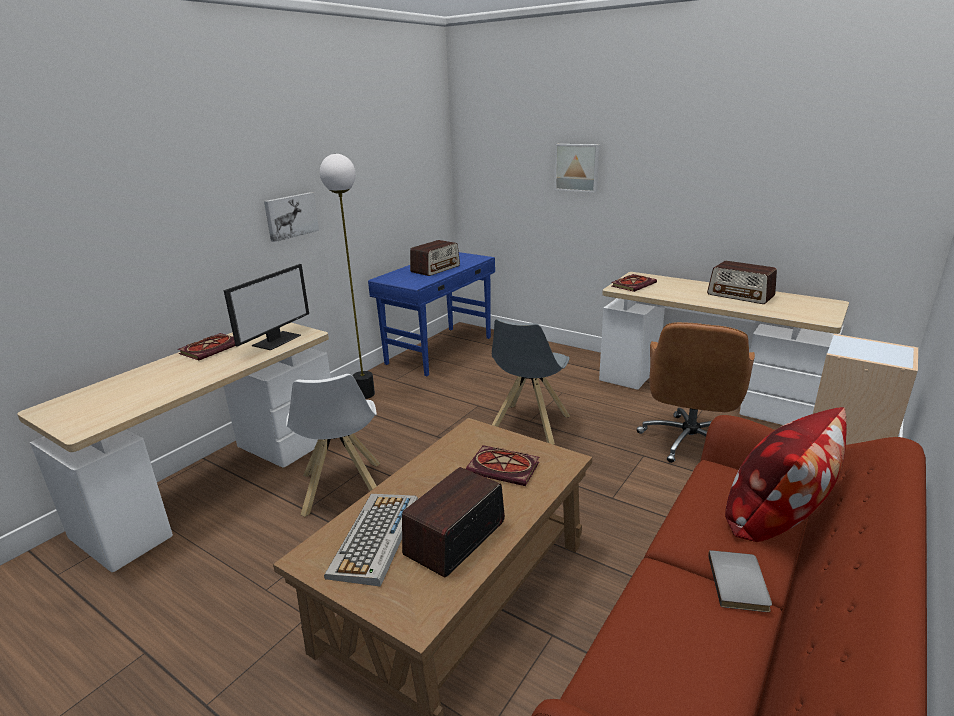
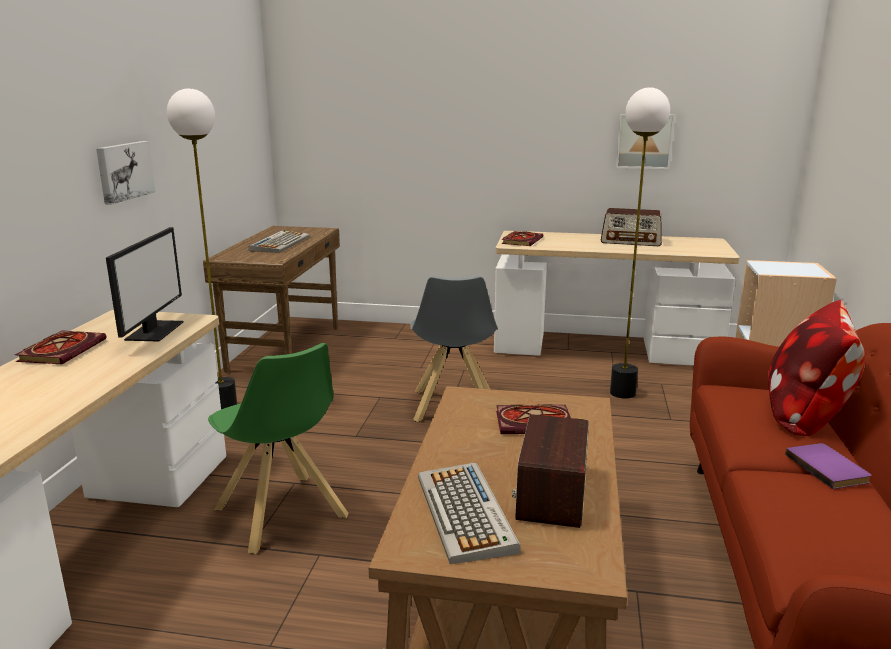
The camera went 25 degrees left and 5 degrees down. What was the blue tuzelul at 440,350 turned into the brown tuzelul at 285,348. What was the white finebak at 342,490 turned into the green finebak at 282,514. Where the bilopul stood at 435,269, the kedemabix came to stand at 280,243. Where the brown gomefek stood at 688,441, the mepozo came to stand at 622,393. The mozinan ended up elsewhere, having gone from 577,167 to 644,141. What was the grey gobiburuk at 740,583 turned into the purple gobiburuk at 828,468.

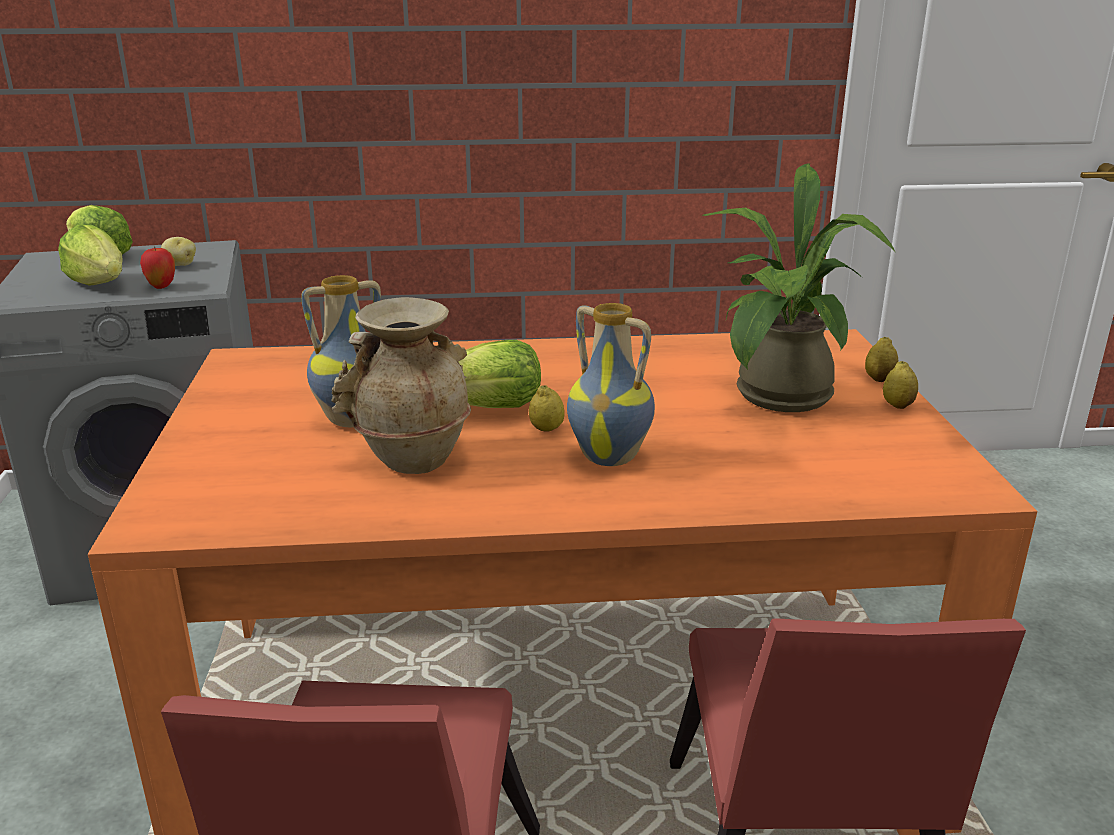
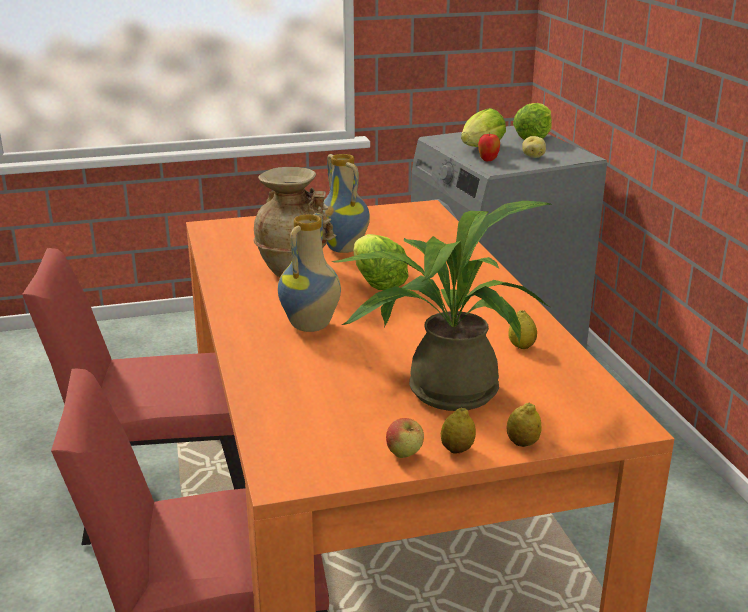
The camera went 80 degrees right and 0 degrees up. The second view gained the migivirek at 404,455. The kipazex ended up elsewhere, having gone from 546,429 to 521,346.

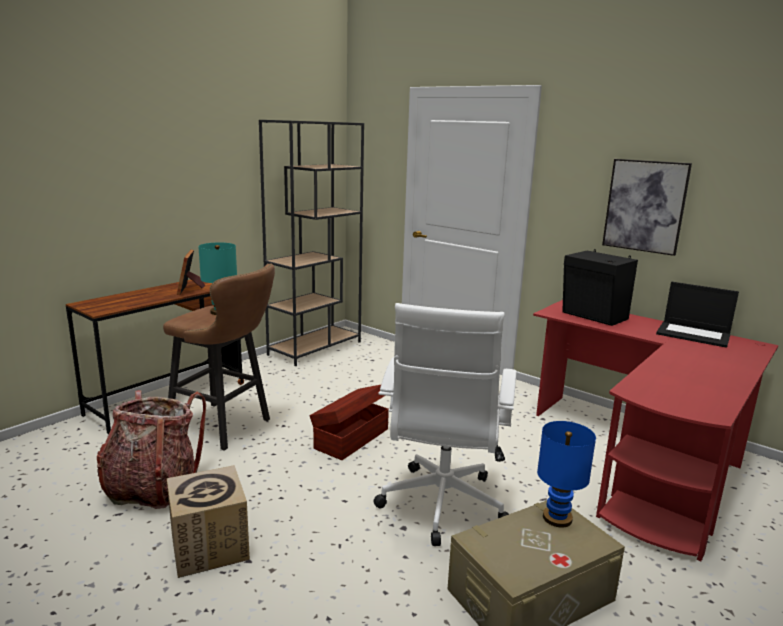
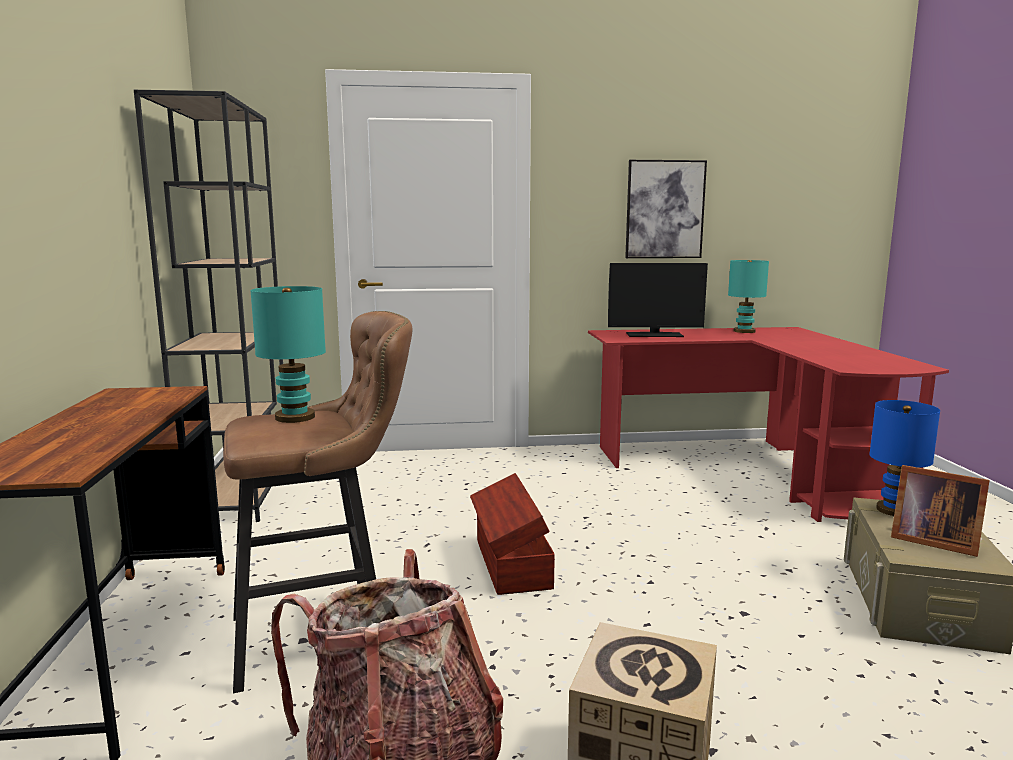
The camera went 45 degrees left and 5 degrees down. Where the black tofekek stood at 594,316, the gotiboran came to stand at 654,335. Where the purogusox stood at 694,334, the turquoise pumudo came to stand at 744,331. The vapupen ended up elsewhere, having gone from 190,289 to 930,540. The second view lost the white gomefek at 441,508.

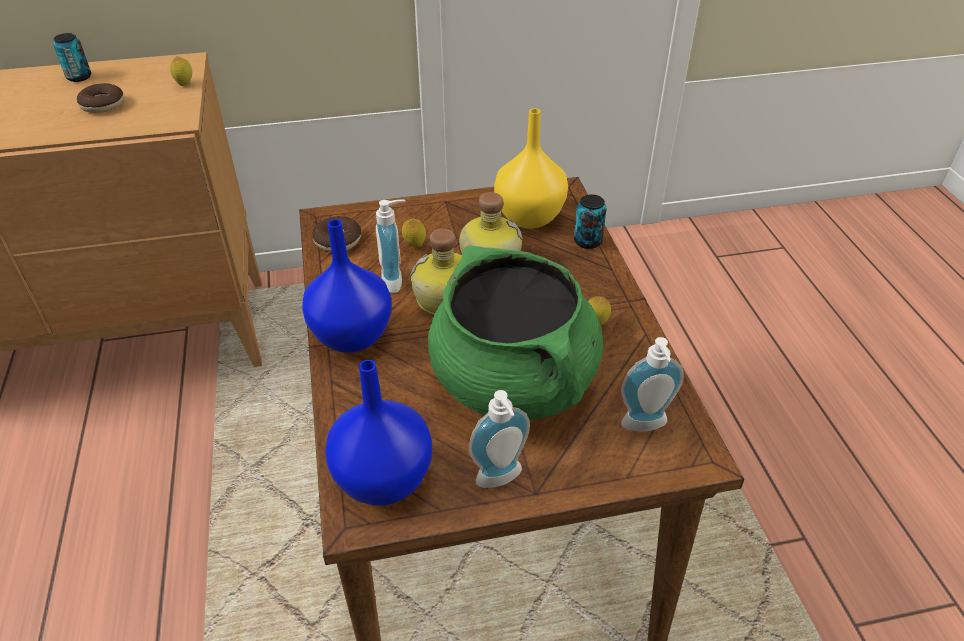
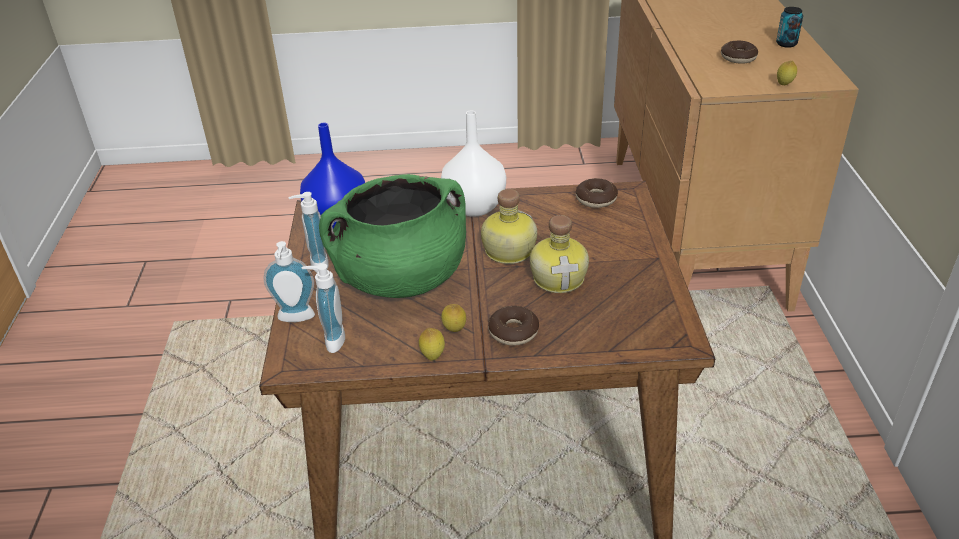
The camera went 100 degrees right and 5 degrees down. The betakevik ended up elsewhere, having gone from 396,280 to 296,319. The kipazex ended up elsewhere, having gone from 414,246 to 433,356. What was the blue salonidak at 353,337 turned into the white salonidak at 473,207. The second view gained the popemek at 513,332. The second view lost the yellow salonidak at 530,218. The second view lost the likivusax at 587,241.

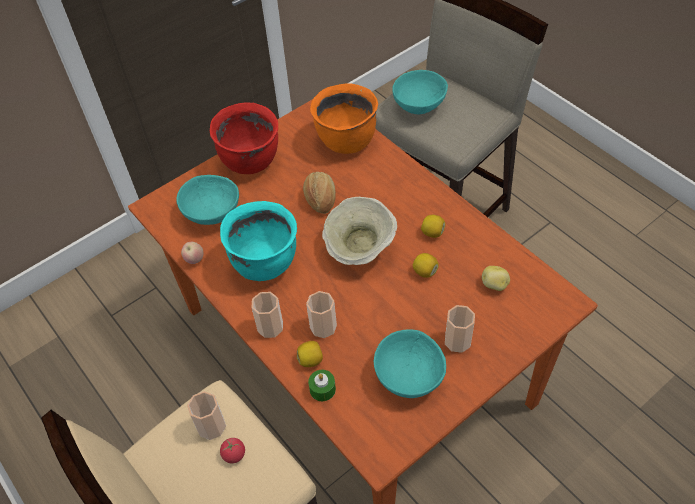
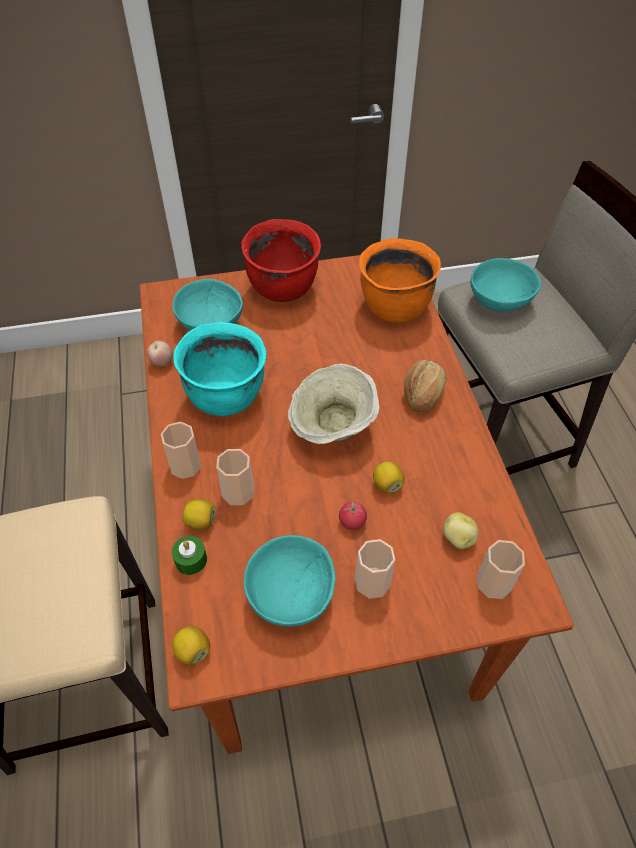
The camera went 25 degrees right and 0 degrees up. The kipazex ended up elsewhere, having gone from 432,233 to 193,651. The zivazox ended up elsewhere, having gone from 234,454 to 352,521. The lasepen ended up elsewhere, having gone from 320,198 to 422,393. The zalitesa ended up elsewhere, having gone from 211,426 to 493,583.

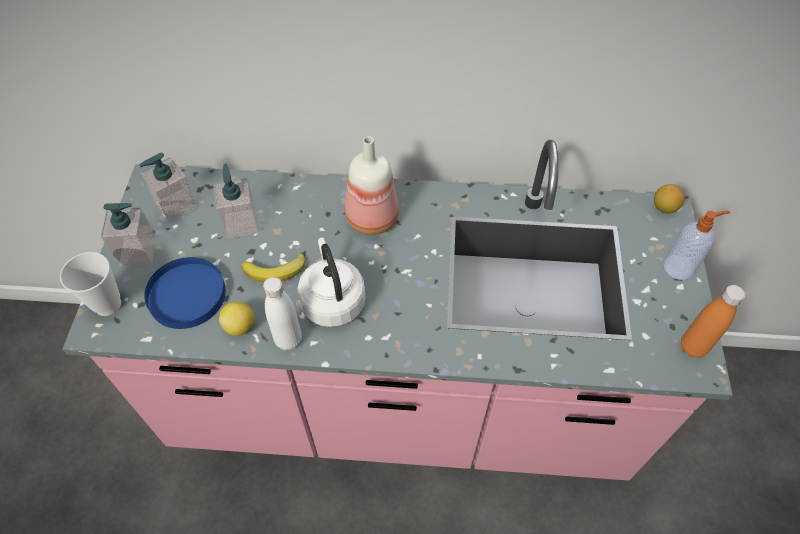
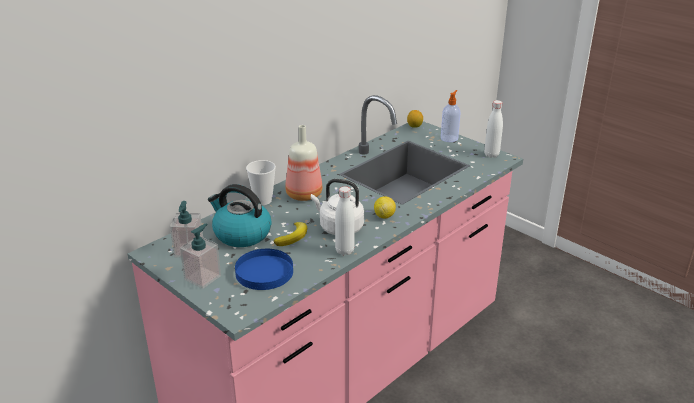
The camera went 50 degrees left and 25 degrees down. Where the betakevik stood at 241,223, the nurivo came to stand at 241,234. The zalitesa ended up elsewhere, having gone from 107,304 to 263,200. The kipazex ended up elsewhere, having gone from 240,326 to 384,216. What was the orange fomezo at 692,347 turned into the white fomezo at 491,155.

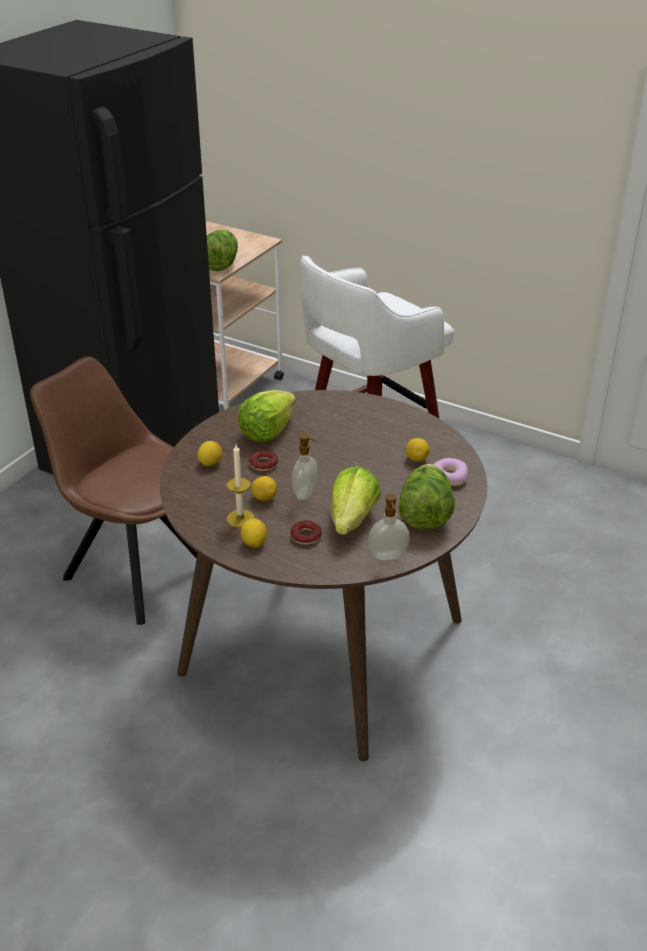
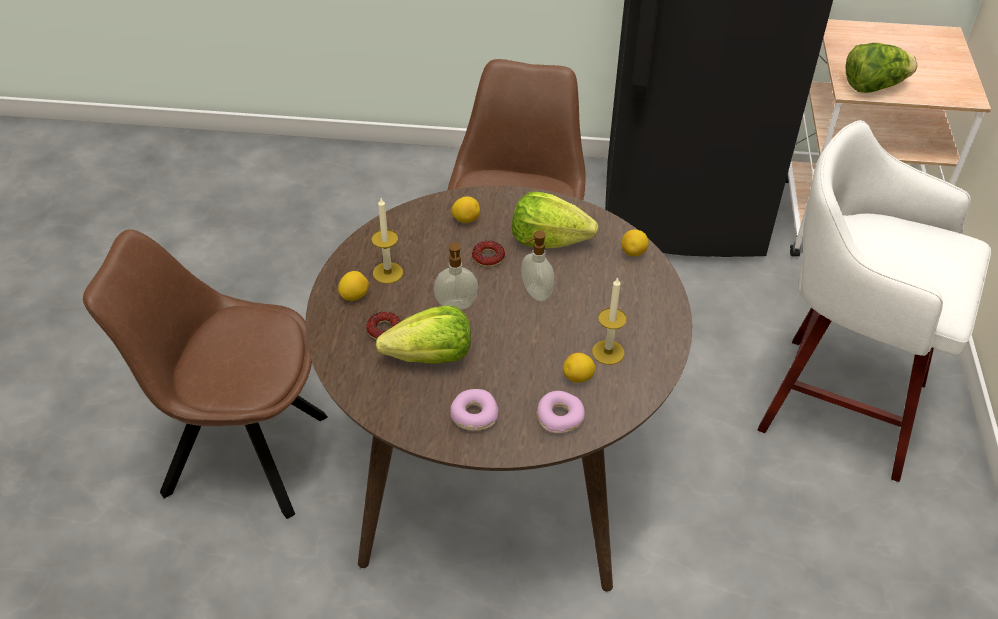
The camera went 65 degrees right and 10 degrees up. The second view gained the brown finebak at 244,455. Where the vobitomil stood at 424,515, the popemek came to stand at 473,415. The betakevik ended up elsewhere, having gone from 388,557 to 535,293. The second view gained the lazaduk at 608,352. The kipazex ended up elsewhere, having gone from 264,498 to 633,252.

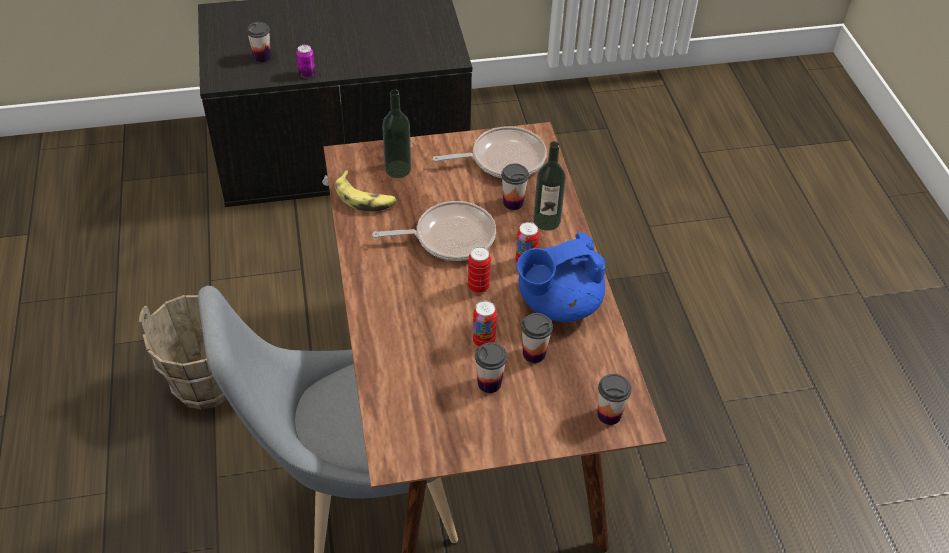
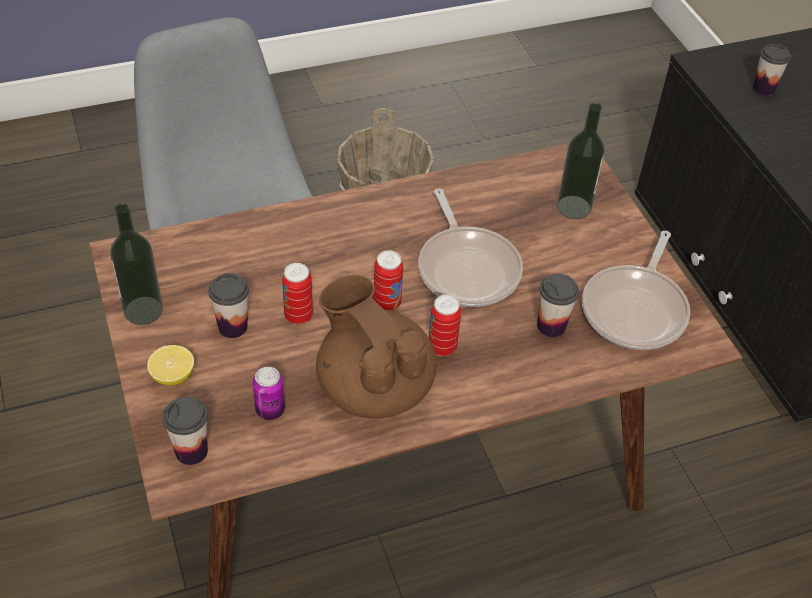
The camera went 80 degrees right and 0 degrees up. The fomezo ended up elsewhere, having gone from 546,221 to 143,310. The second view gained the kipazex at 173,376. The likivusax ended up elsewhere, having gone from 307,74 to 270,410. What was the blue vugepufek at 557,303 turned into the brown vugepufek at 374,386. The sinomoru at 503,159 ended up facing another way, 45 degrees clockwise from before. The second view lost the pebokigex at 365,198. The second view lost the zalitesa at 534,353.

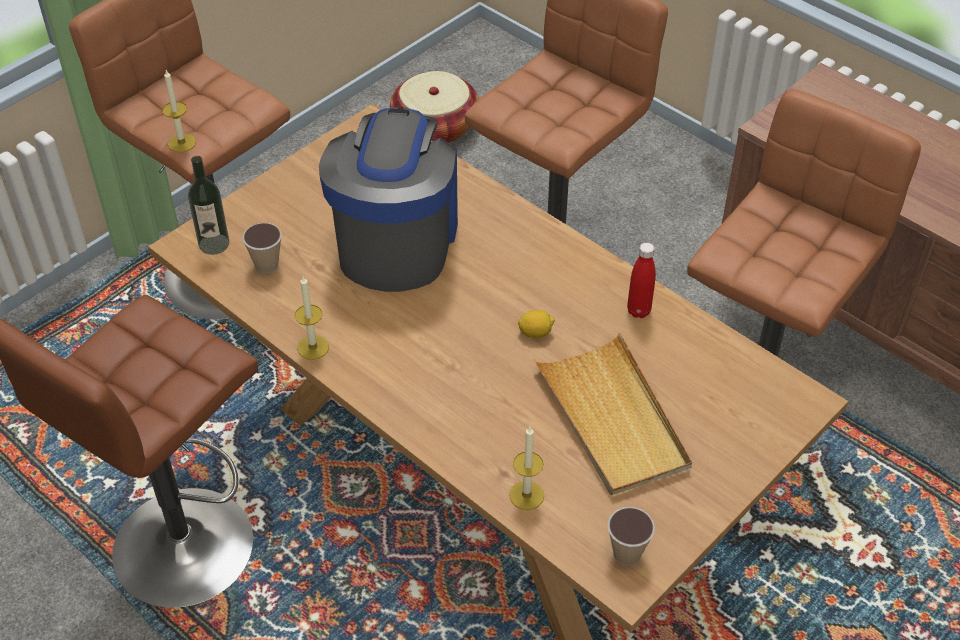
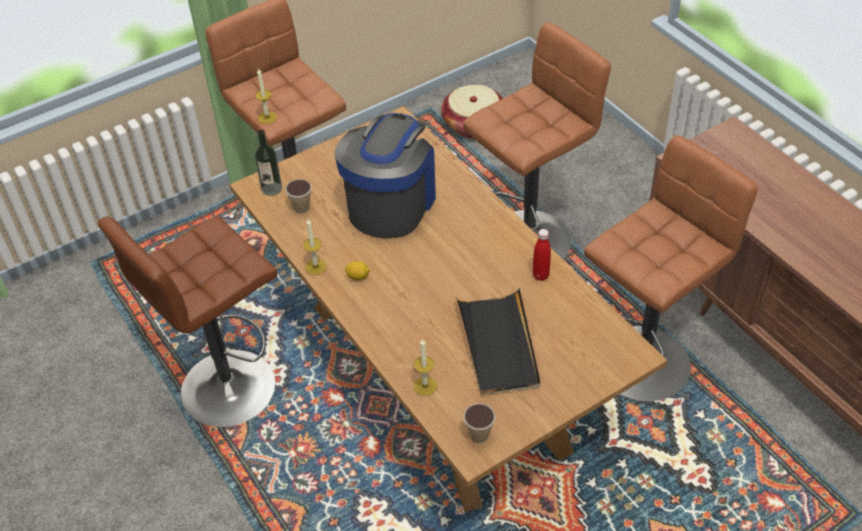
The camera went 15 degrees right and 0 degrees up. The kipazex ended up elsewhere, having gone from 535,332 to 358,276. What was the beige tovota at 612,418 turned into the black tovota at 498,345.

